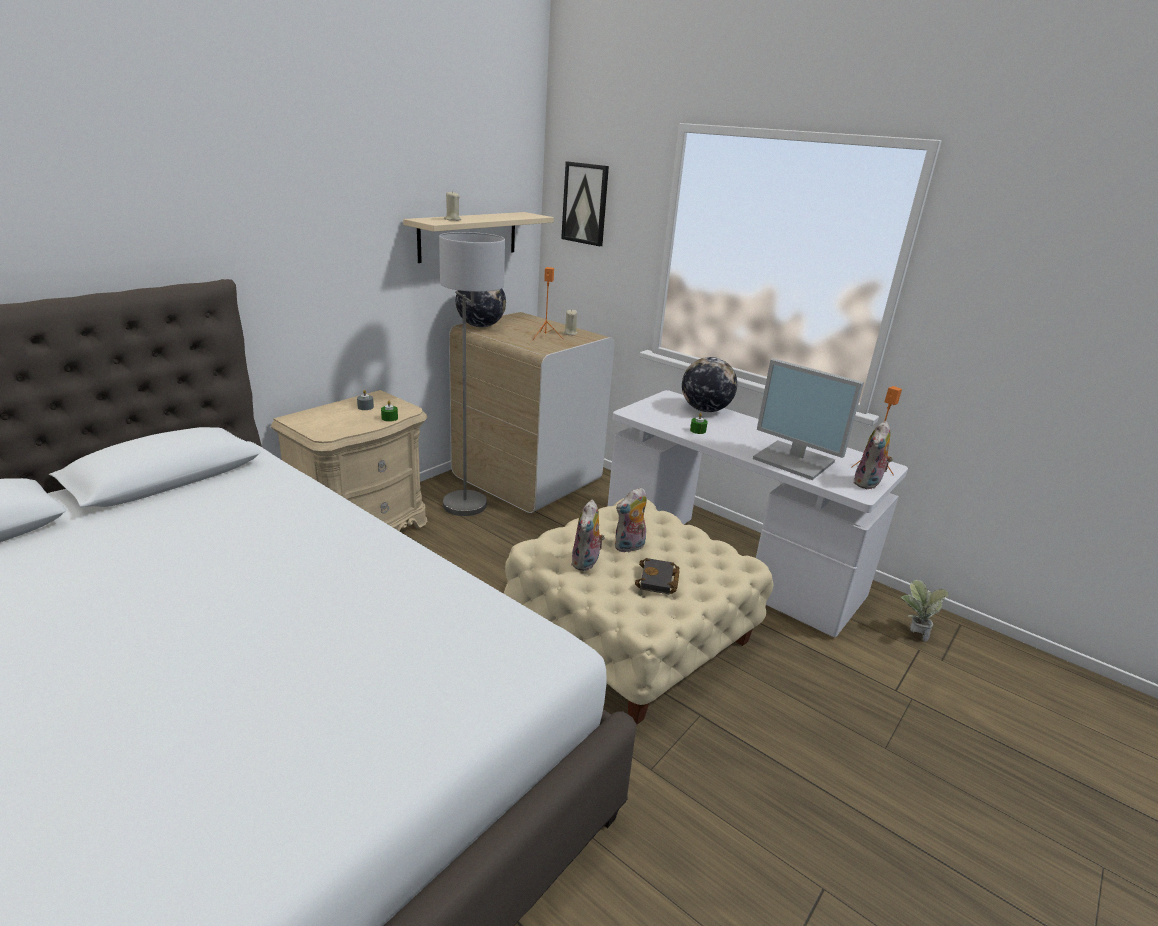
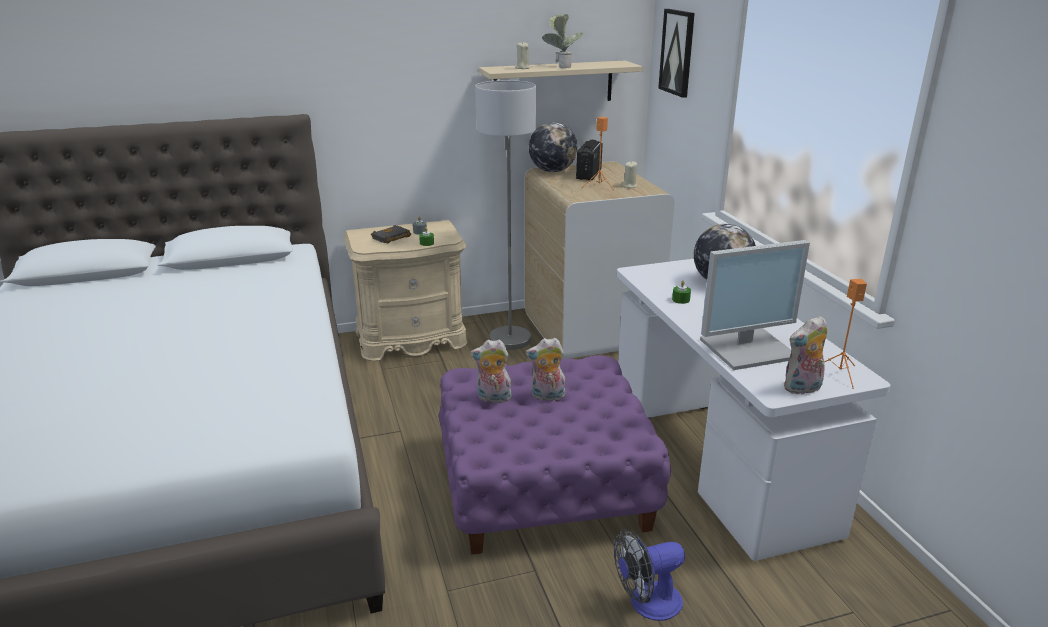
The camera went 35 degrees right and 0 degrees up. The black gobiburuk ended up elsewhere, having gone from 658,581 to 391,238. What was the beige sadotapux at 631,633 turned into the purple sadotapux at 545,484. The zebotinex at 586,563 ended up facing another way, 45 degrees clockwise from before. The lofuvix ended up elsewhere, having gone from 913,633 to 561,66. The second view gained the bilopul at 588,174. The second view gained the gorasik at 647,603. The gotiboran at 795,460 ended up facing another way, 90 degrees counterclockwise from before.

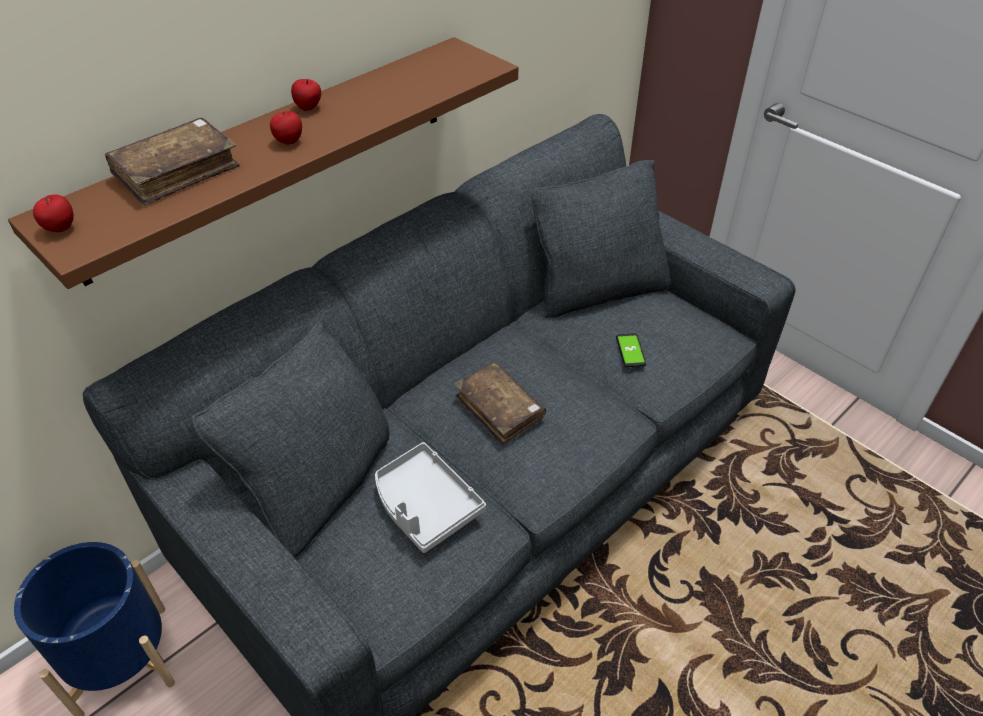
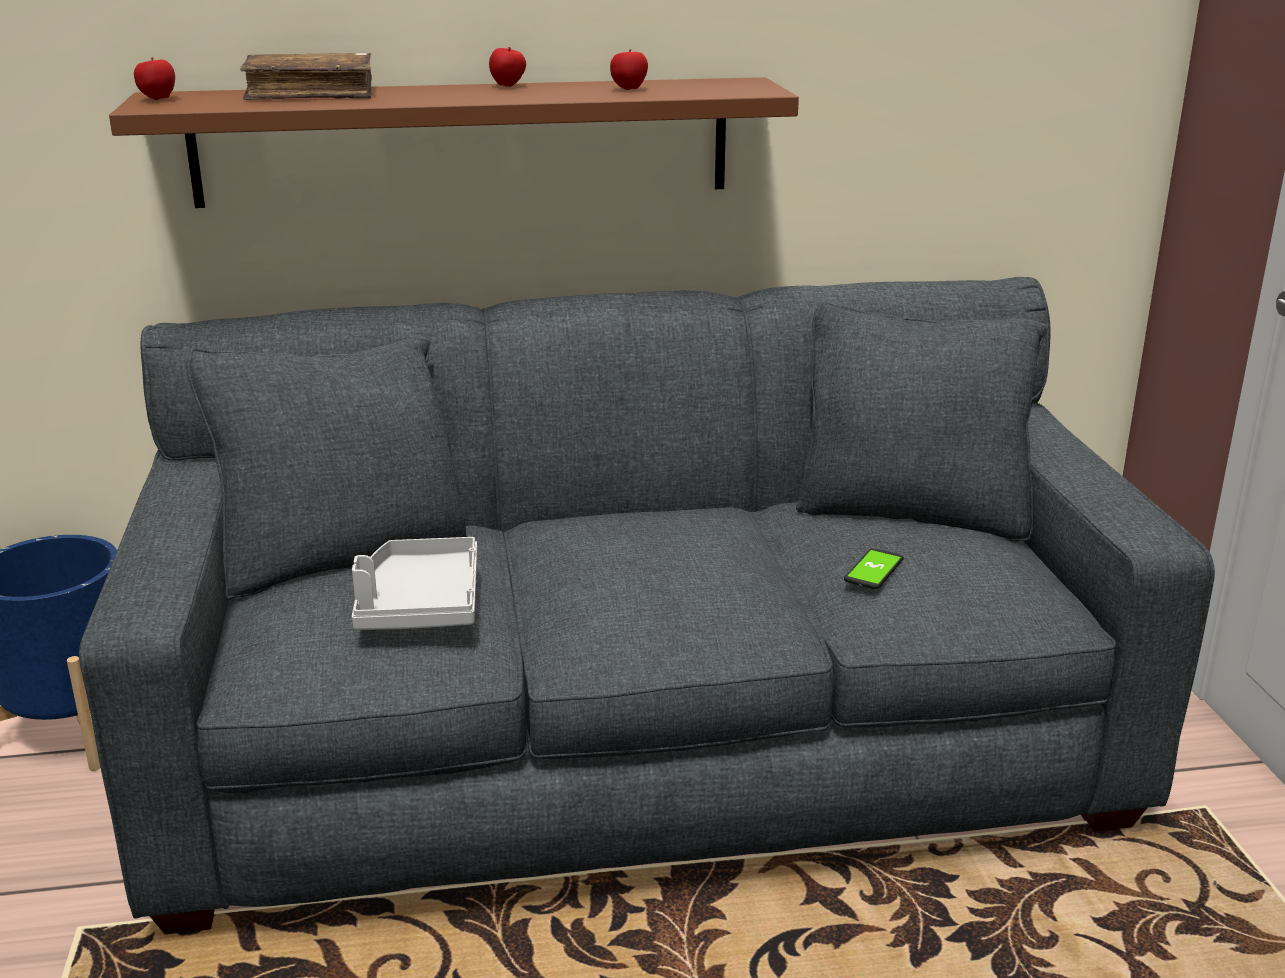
The camera went 35 degrees right and 20 degrees down. The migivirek ended up elsewhere, having gone from 289,142 to 629,90. The second view lost the brown gobiburuk at 499,409.

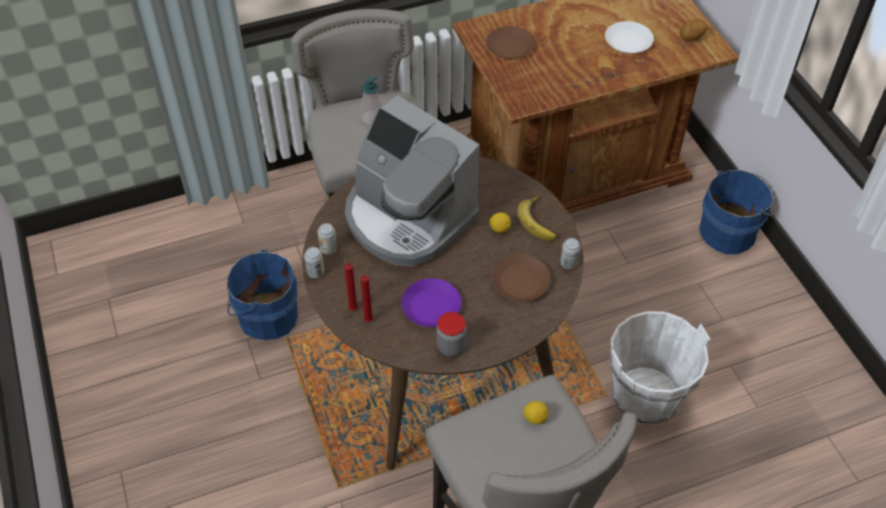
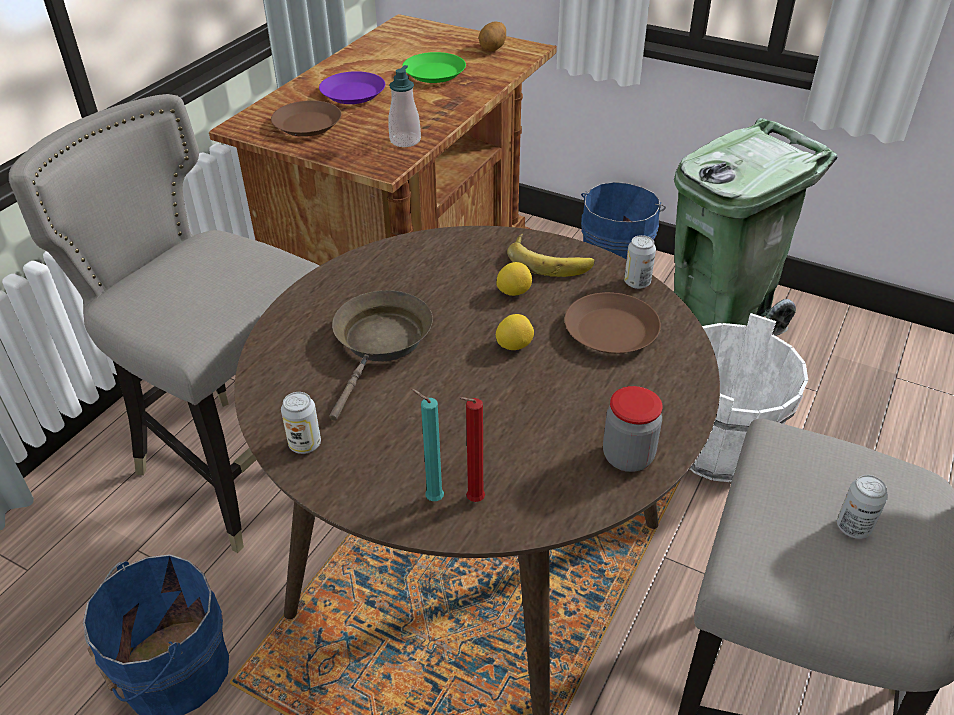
The camera went 40 degrees left and 10 degrees down. The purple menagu ended up elsewhere, having gone from 430,306 to 352,93. Where the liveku stood at 407,218, the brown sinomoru came to stand at 381,344. The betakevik ended up elsewhere, having gone from 372,118 to 405,140. What was the white menagu at 628,42 turned into the green menagu at 434,73. What was the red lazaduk at 352,308 turned into the turquoise lazaduk at 431,498. The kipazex ended up elsewhere, having gone from 535,418 to 514,345. The second view gained the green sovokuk at 720,320. The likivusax ended up elsewhere, having gone from 315,272 to 853,527.

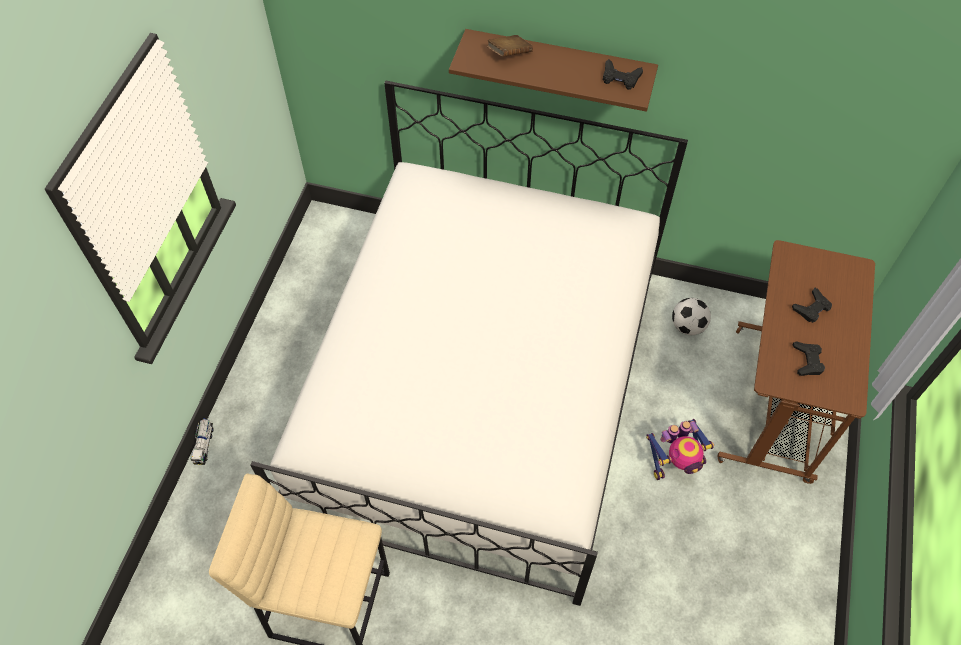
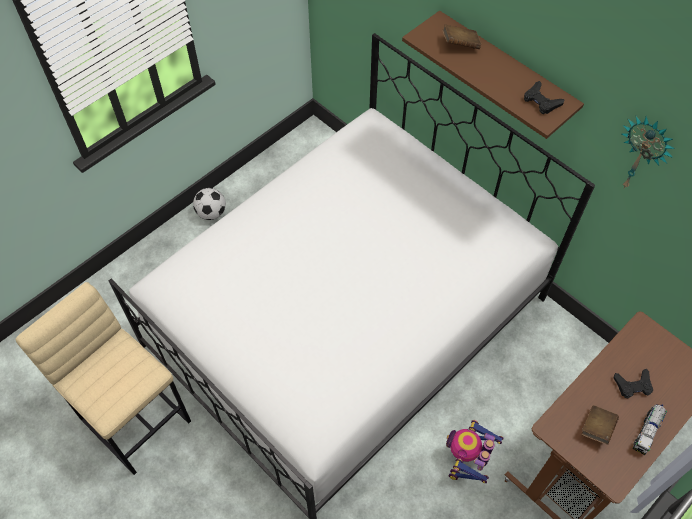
The camera went 30 degrees right and 0 degrees up. The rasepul ended up elsewhere, having gone from 687,326 to 211,213. The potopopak at 676,462 ended up facing another way, 105 degrees clockwise from before. Where the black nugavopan stood at 807,361, the brown gobiburuk came to stand at 597,428. The second view gained the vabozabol at 642,153. The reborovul ended up elsewhere, having gone from 204,445 to 646,432.

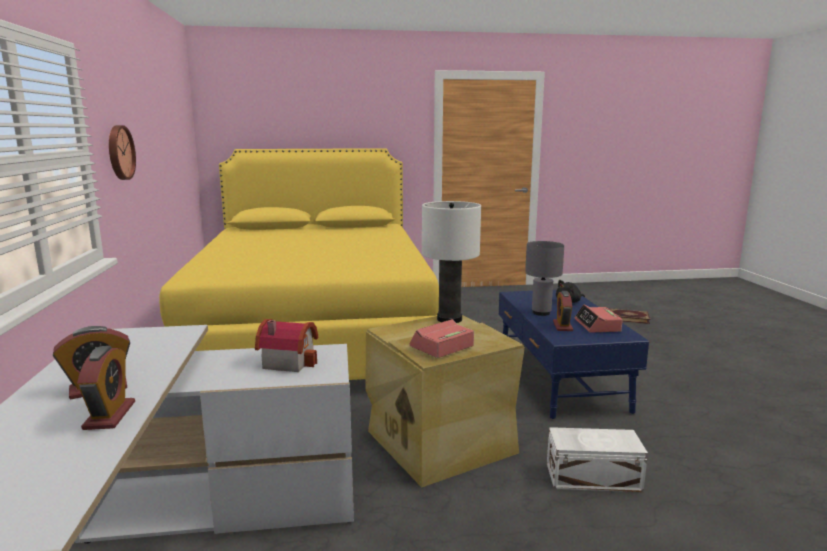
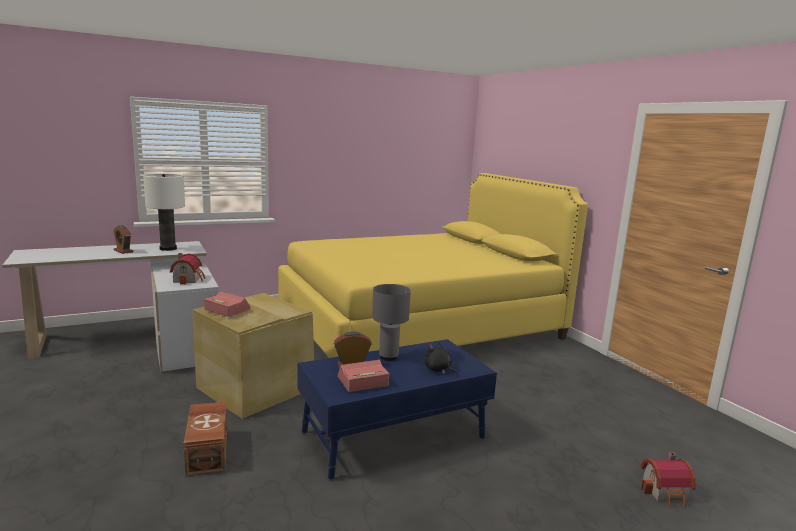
The camera went 70 degrees right and 0 degrees up. The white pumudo ended up elsewhere, having gone from 449,319 to 168,248. What was the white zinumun at 591,476 turned into the brown zinumun at 209,451. Where the gobiburuk stood at 628,317, the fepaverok came to stand at 666,493. The second view lost the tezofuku at 109,415. The second view lost the vabozabol at 119,152.

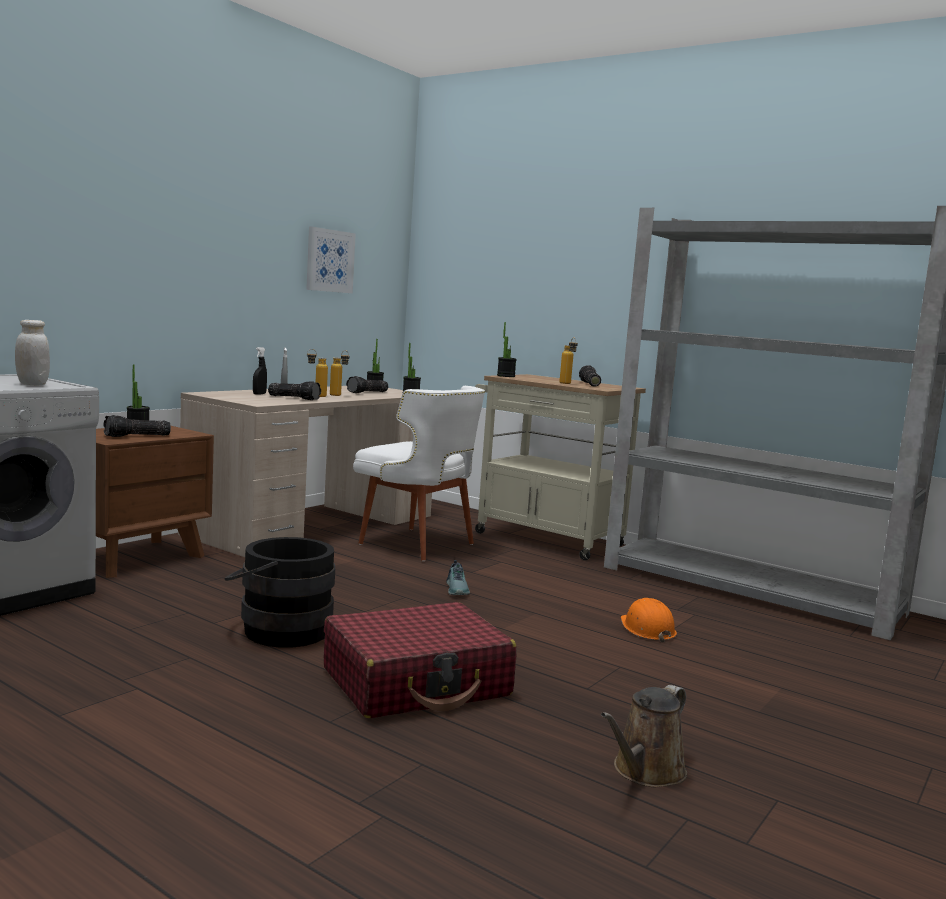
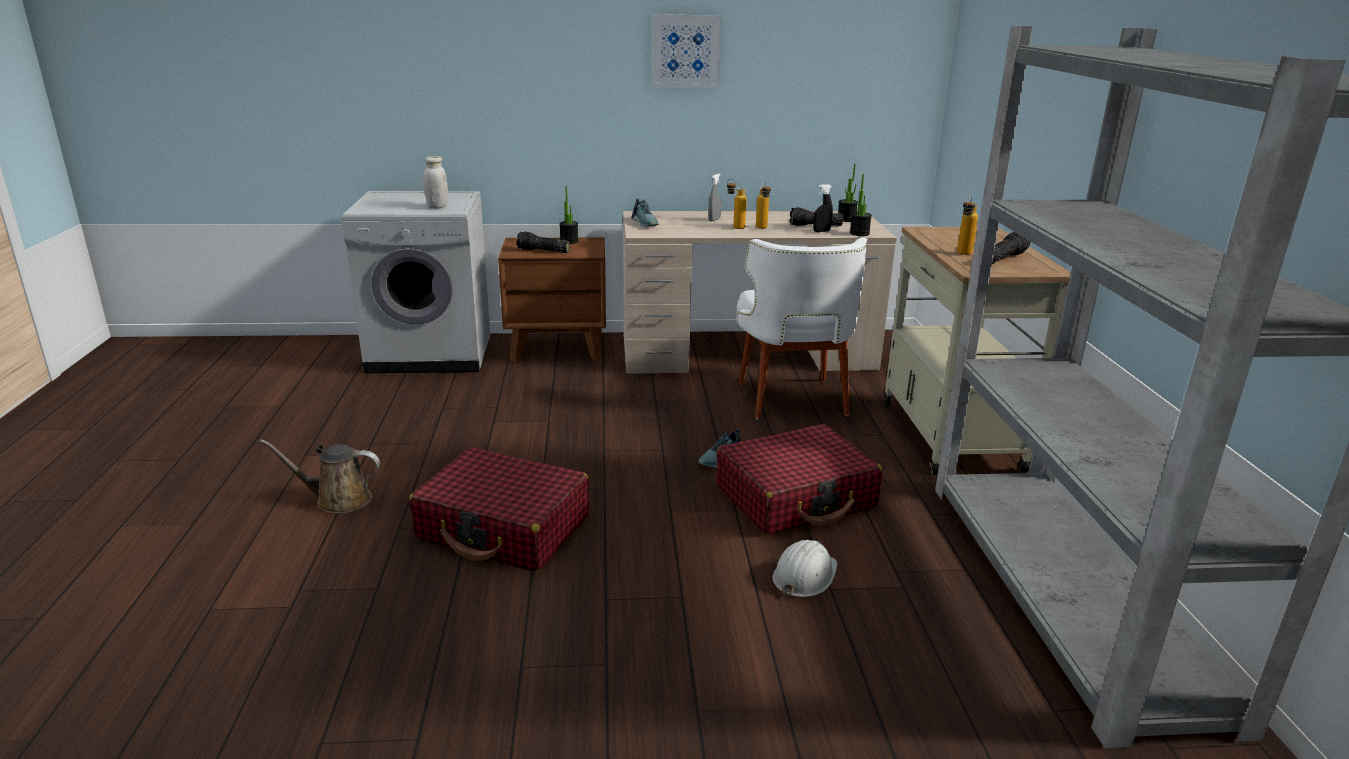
The camera went 50 degrees right and 15 degrees up. The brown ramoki ended up elsewhere, having gone from 645,772 to 338,500. The second view gained the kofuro at 645,223. The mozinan ended up elsewhere, having gone from 329,261 to 685,51. The second view gained the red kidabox at 796,497. What was the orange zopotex at 647,629 turned into the white zopotex at 804,575. The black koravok ended up elsewhere, having gone from 259,394 to 821,231. The second view lost the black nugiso at 278,630. The second view lost the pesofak at 294,398. The second view lost the lofuvix at 506,376.

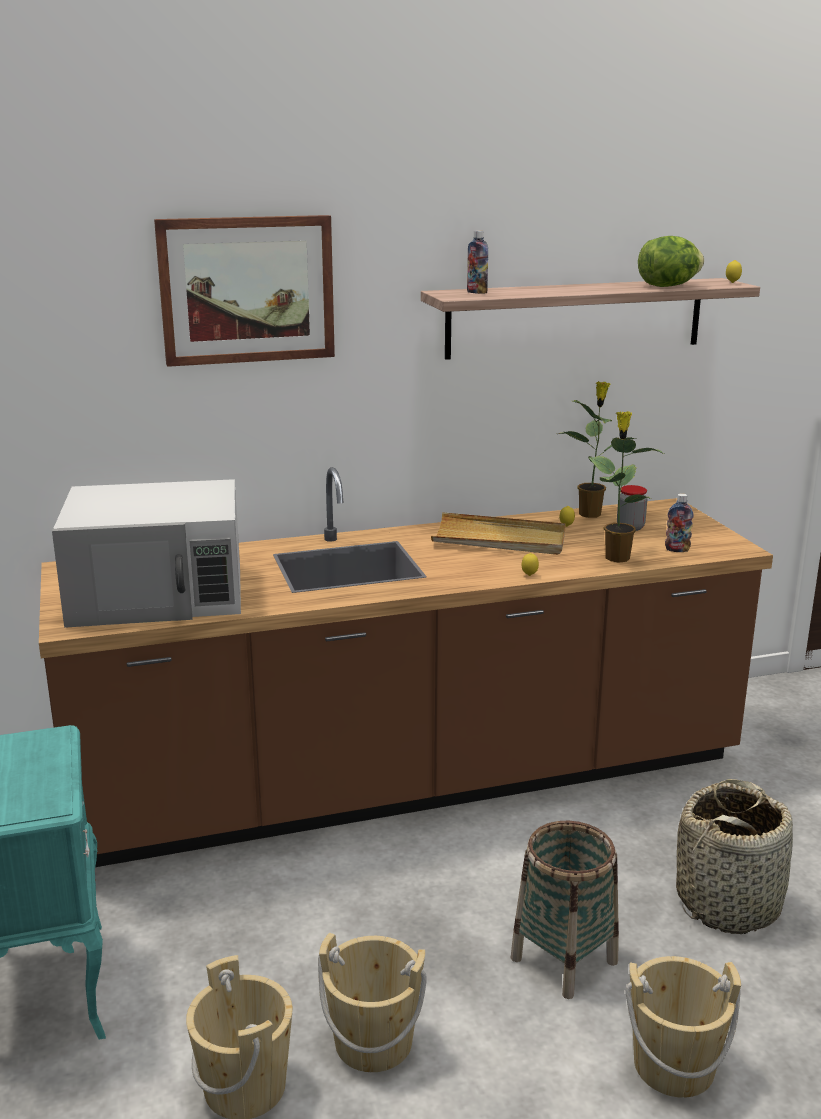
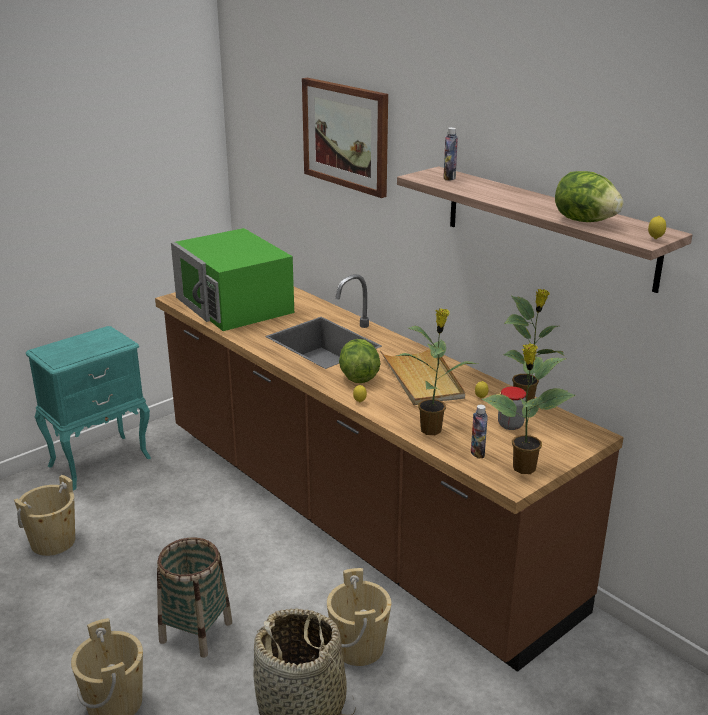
The camera went 65 degrees right and 5 degrees up. What was the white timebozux at 159,594 turned into the green timebozux at 234,305. The beige nugiso ended up elsewhere, having gone from 373,1042 to 358,647. The second view gained the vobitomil at 358,377. The second view gained the lofuvix at 522,468.

